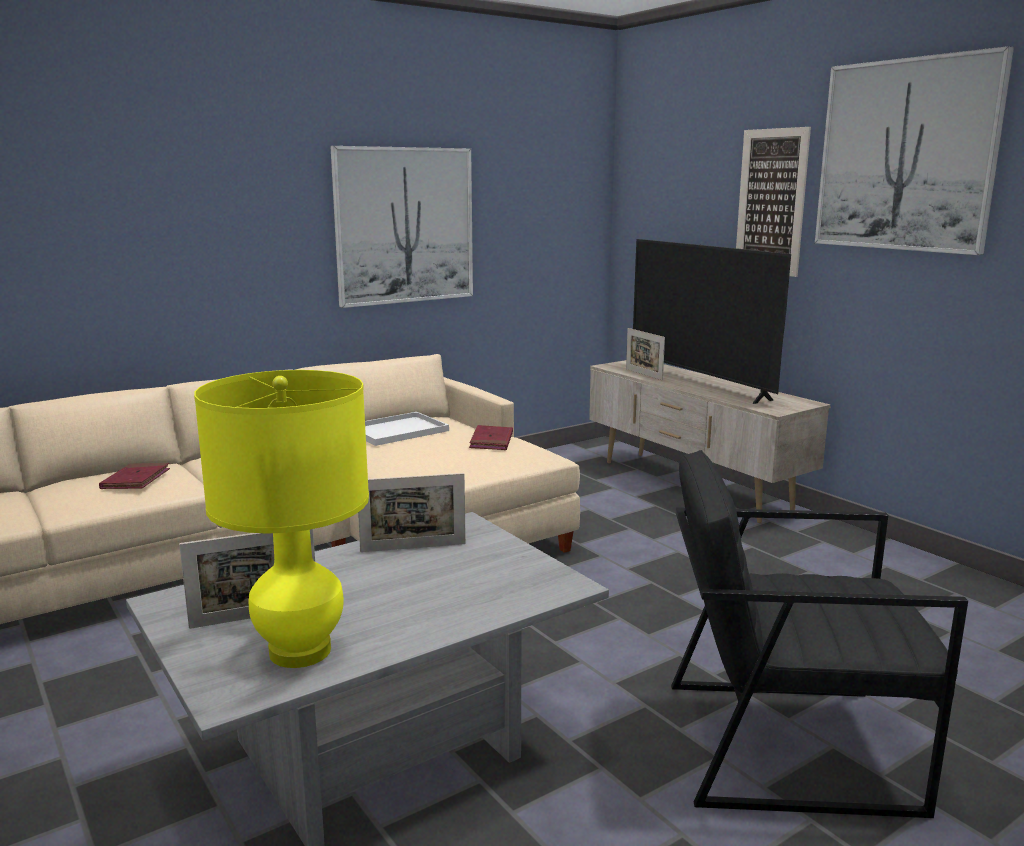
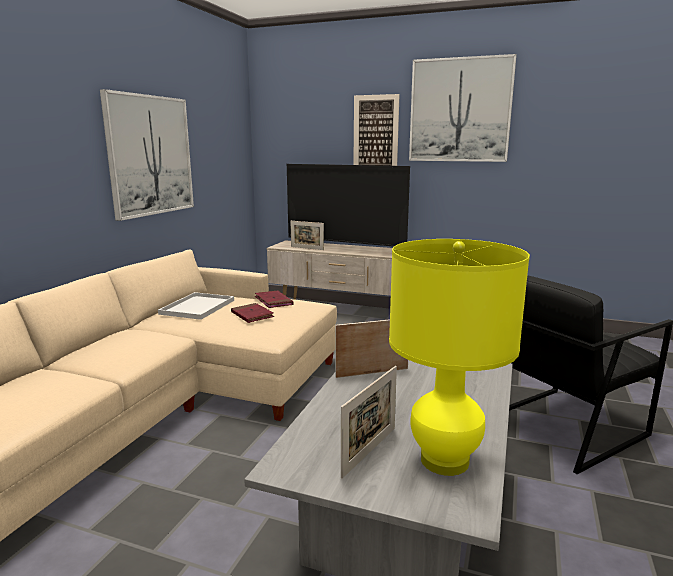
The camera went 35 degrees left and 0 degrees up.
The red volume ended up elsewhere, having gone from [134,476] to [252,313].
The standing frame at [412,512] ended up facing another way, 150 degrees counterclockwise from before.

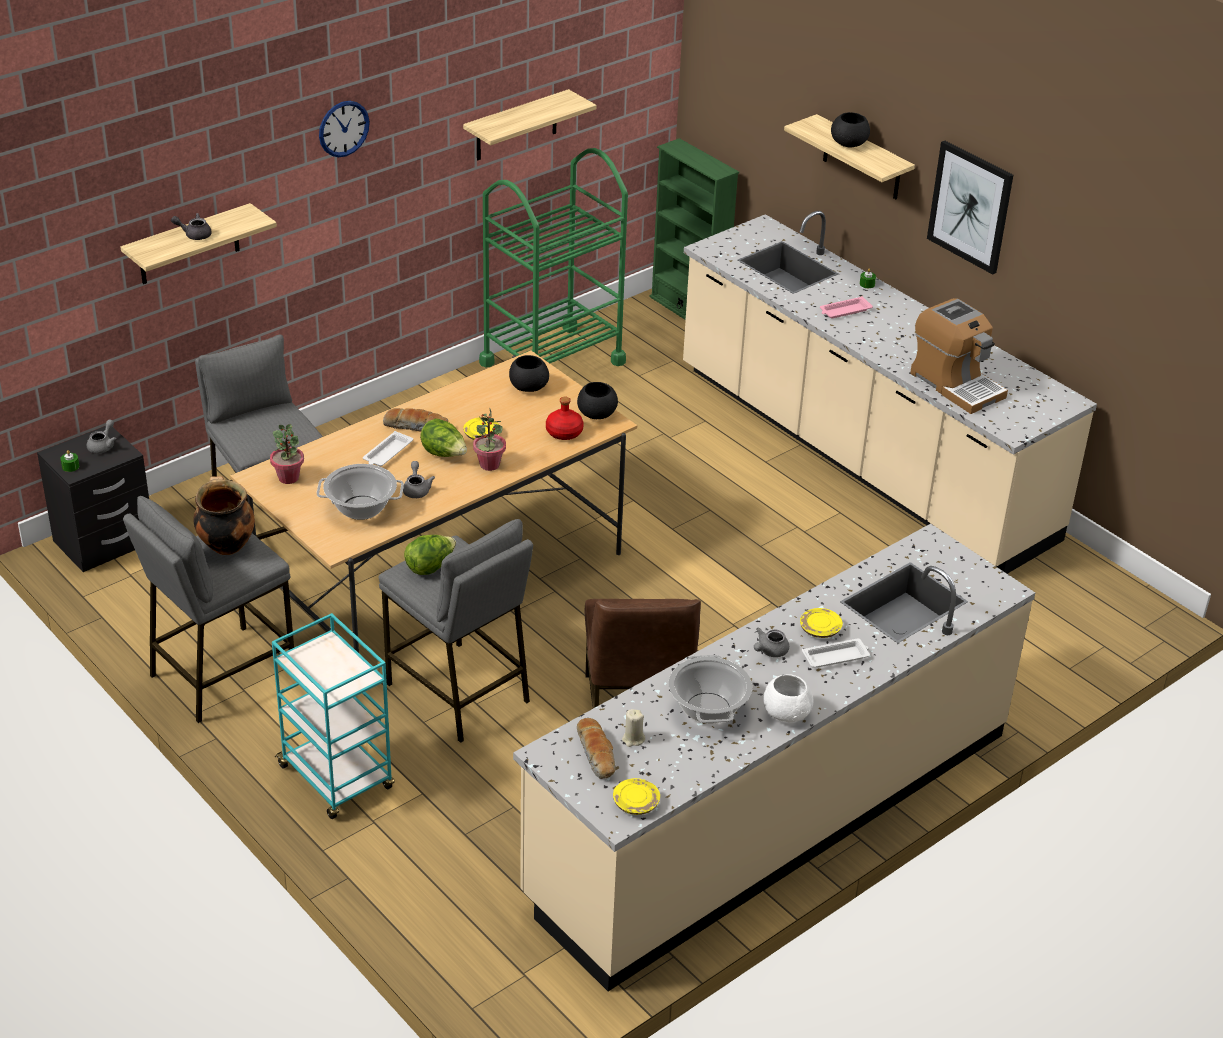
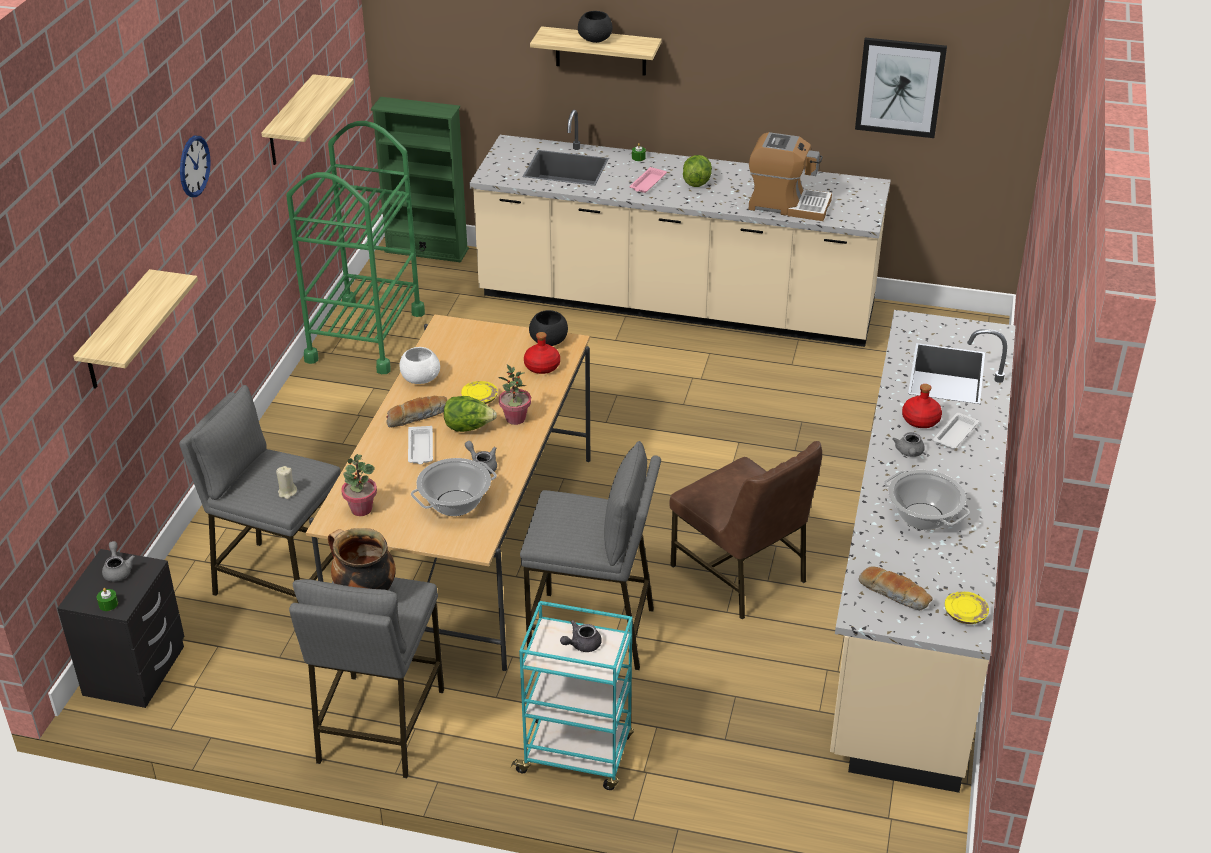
The camera went 35 degrees left and 0 degrees up.
The greyish pot for tea ended up elsewhere, having gone from [191,226] to [581,636].
The lettuce ended up elsewhere, having gone from [430,555] to [697,171].
The second view lost the blackish bowl at [529,373].
The beige candle ended up elsewhere, having gone from [633,728] to [286,482].
The white bowl ended up elsewhere, having gone from [788,698] to [419,365].
Where the yellow plate stood at [821,623], the red drink bottle came to stand at [922,406].
The wall art ended up elsewhere, having gone from [970,208] to [901,88].

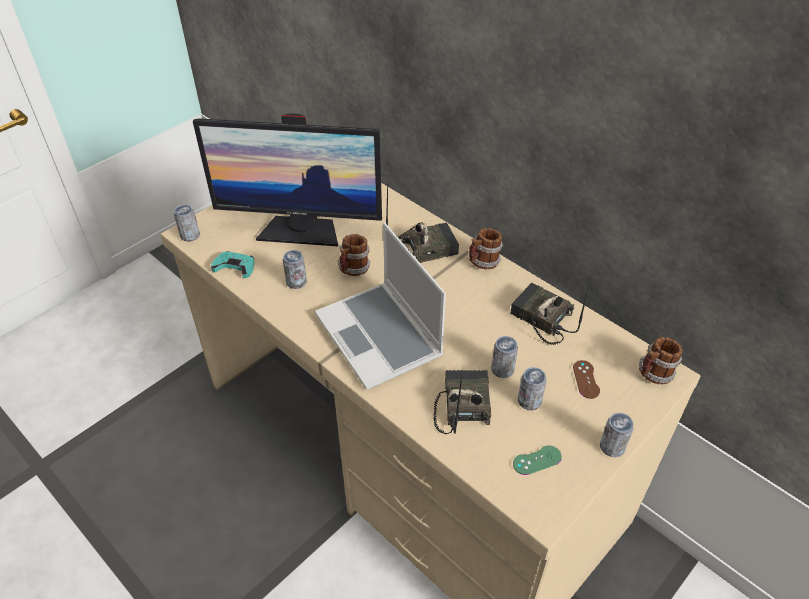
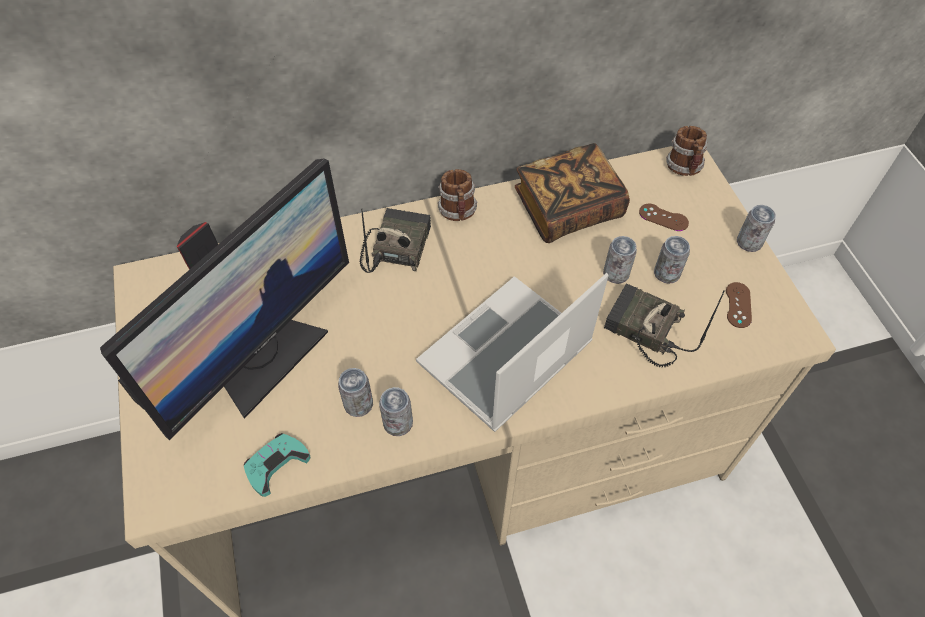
The camera went 60 degrees left and 10 degrees up.
The can ended up elsewhere, having gone from [187,223] to [396,411].
The notebook computer at [380,306] ended up facing another way, 135 degrees clockwise from before.
The second view lost the tea mug at [354,255].
Where the radio stood at [550,310], the volume came to stand at [572,193].
What was the green joypad at [537,460] turned into the brownish joypad at [739,305].

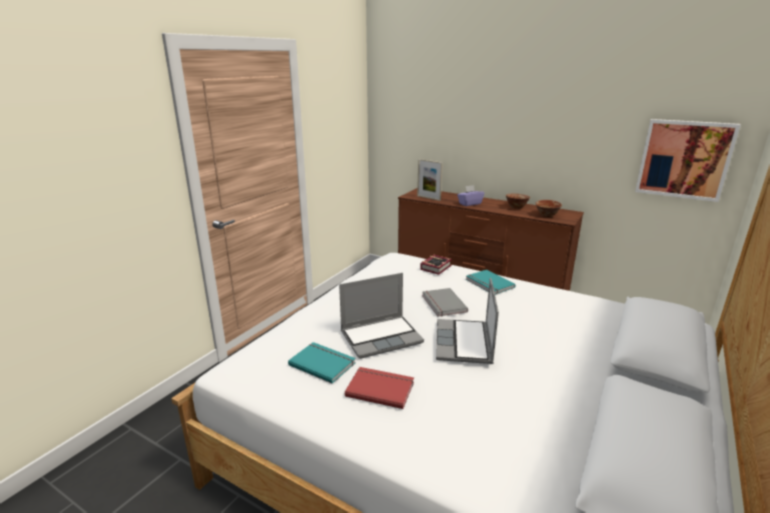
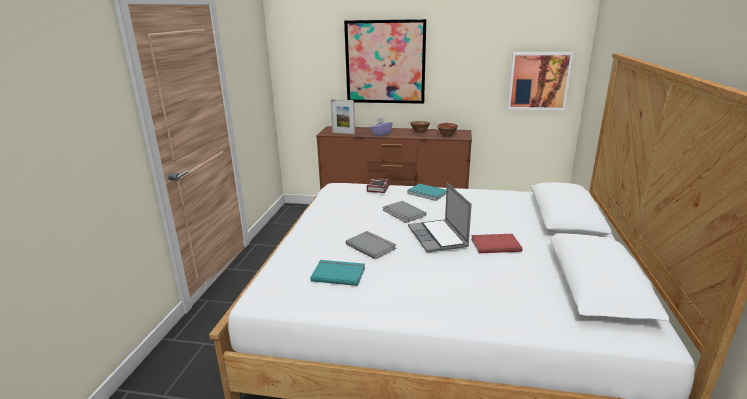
The camera went 20 degrees left and 0 degrees up.
Where the notebook computer stood at [381,316], the greyish volume came to stand at [371,245].
The red volume ended up elsewhere, having gone from [379,388] to [496,243].
The second view gained the wall art at [385,61].

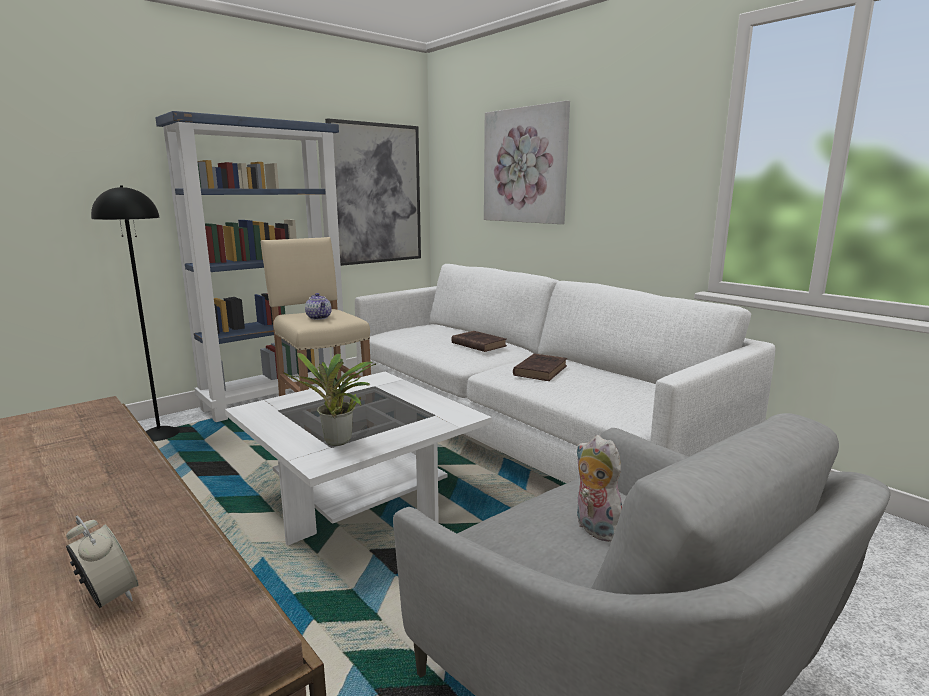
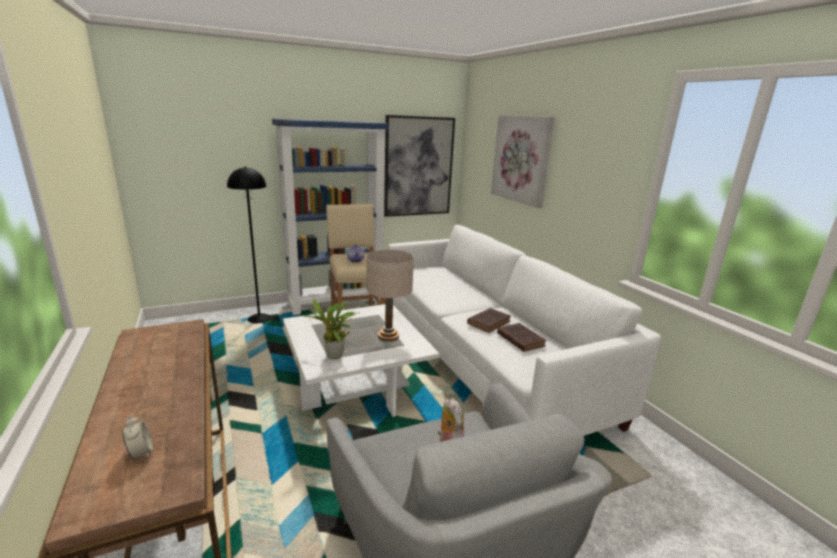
The camera went 15 degrees right and 5 degrees up.
The brownish volume ended up elsewhere, having gone from [479,341] to [522,337].
The second view gained the beige tabletop lamp at [390,296].

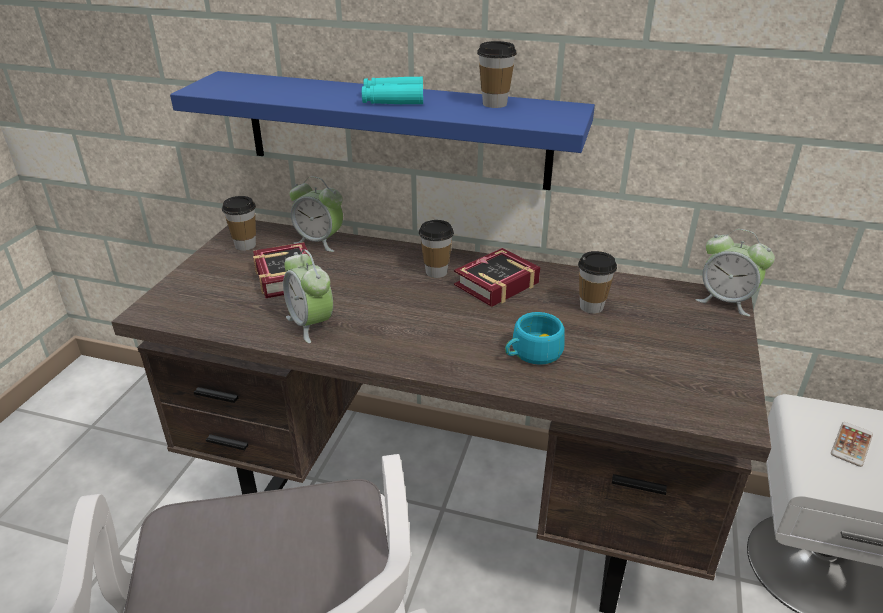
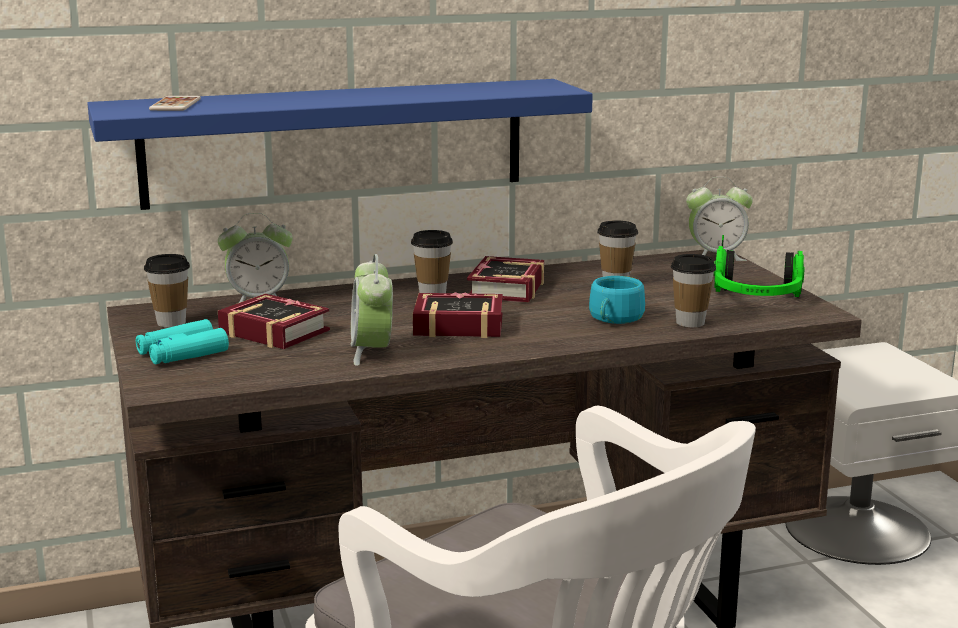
The camera went 35 degrees left and 15 degrees down.
The alarm clock at [308,296] ended up facing another way, 60 degrees clockwise from before.
The blue-green field glasses ended up elsewhere, having gone from [392,90] to [182,341].
The cup ended up elsewhere, having gone from [497,74] to [693,290].
The phone ended up elsewhere, having gone from [852,444] to [175,103].
The second view gained the volume at [458,315].
The second view gained the pair of headphones at [759,266].

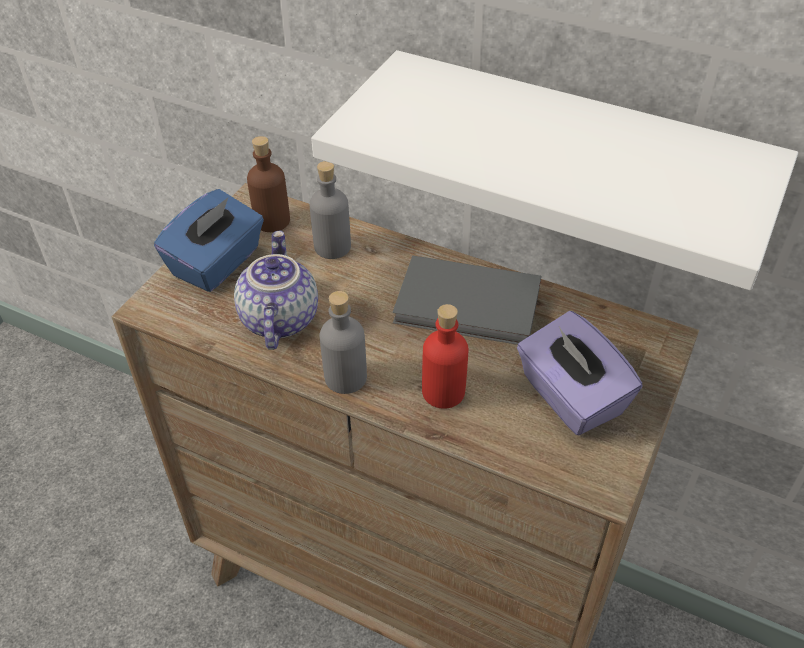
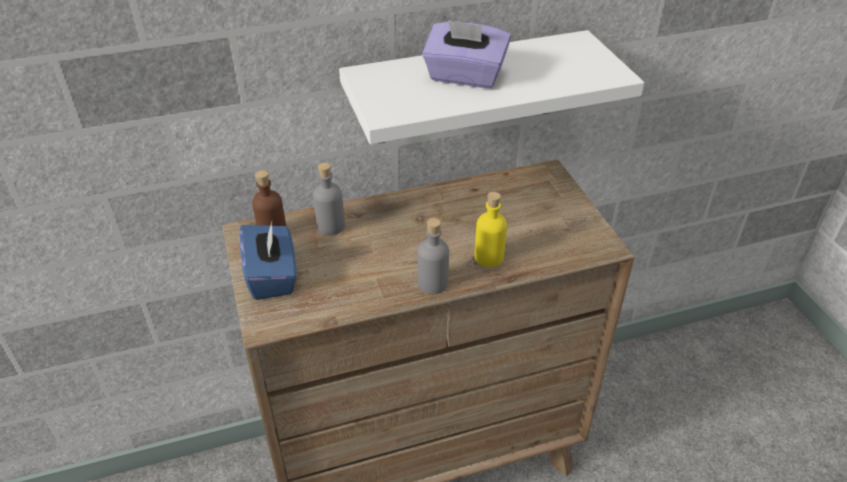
The camera went 45 degrees left and 5 degrees down.
The second view lost the pot for tea at [276,290].
The second view lost the greyish volume at [466,300].
What was the red drink bottle at [445,356] turned into the yellow drink bottle at [491,229].
The purple-coloured tissue holder ended up elsewhere, having gone from [580,373] to [466,54].

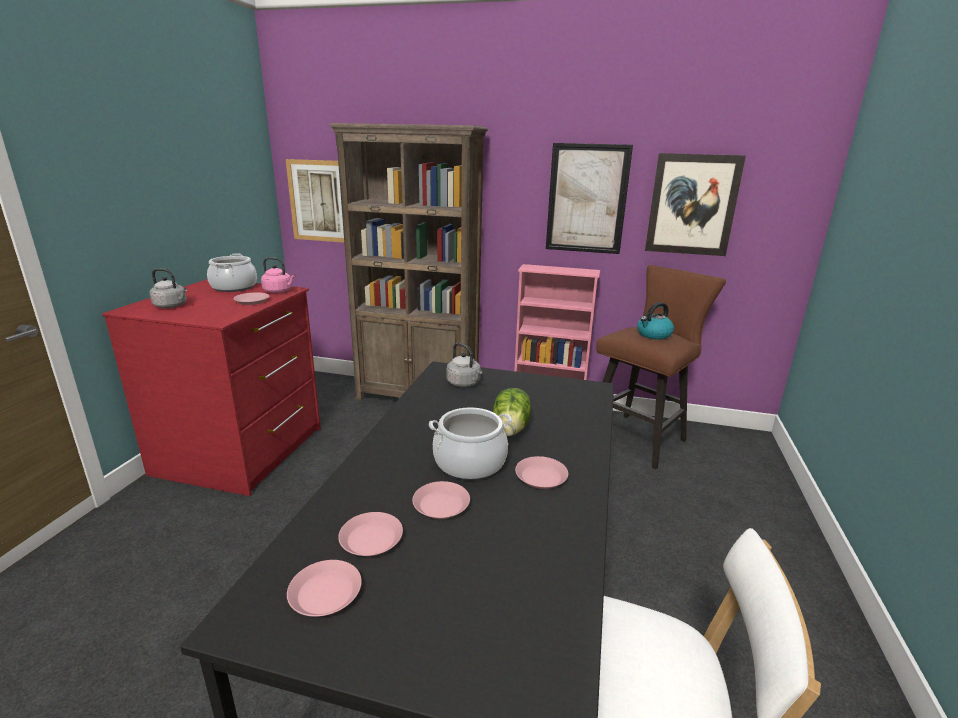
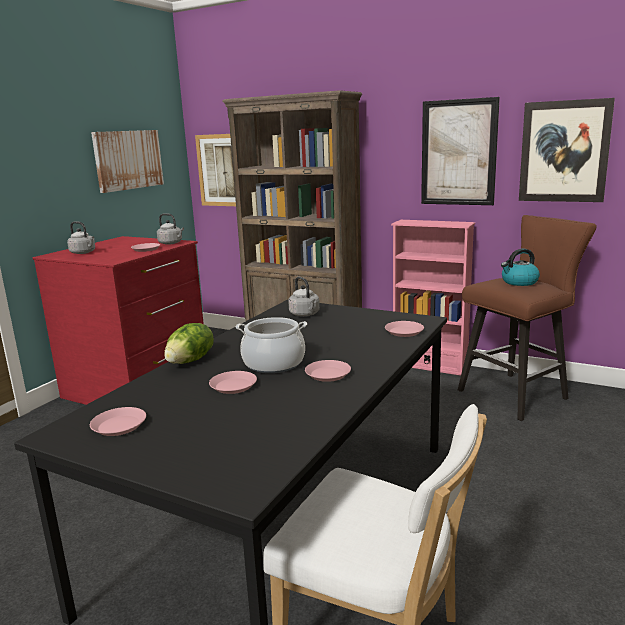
The camera went 15 degrees right and 5 degrees down.
The second view lost the saucepot at [232,273].
What was the pink tea kettle at [278,275] turned into the greyish tea kettle at [170,229].
The pink plate ended up elsewhere, having gone from [370,534] to [404,329].
The lettuce ended up elsewhere, having gone from [512,412] to [189,343].
The second view gained the wall art at [127,161].

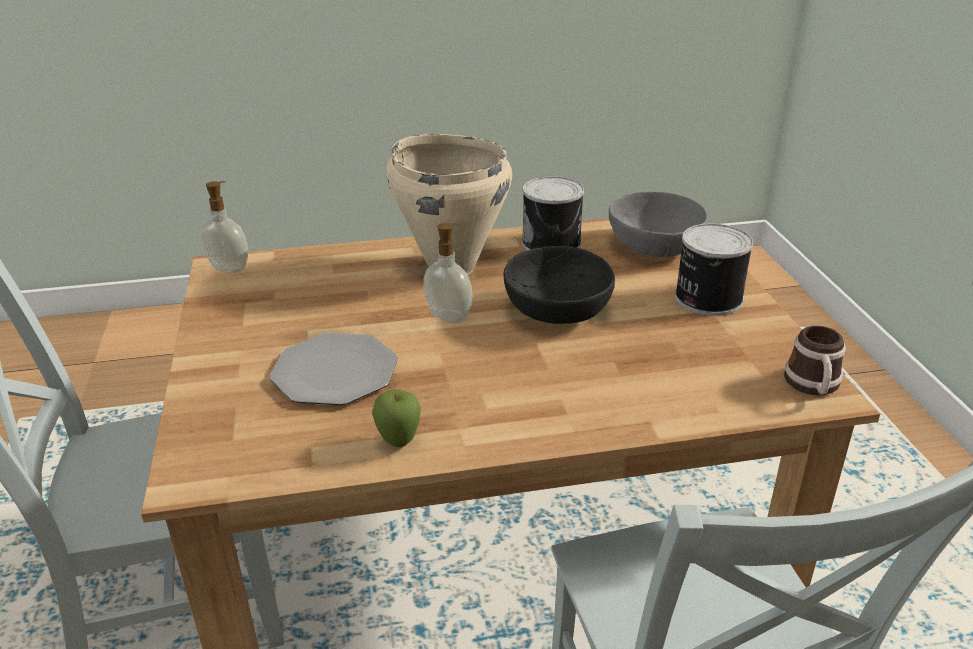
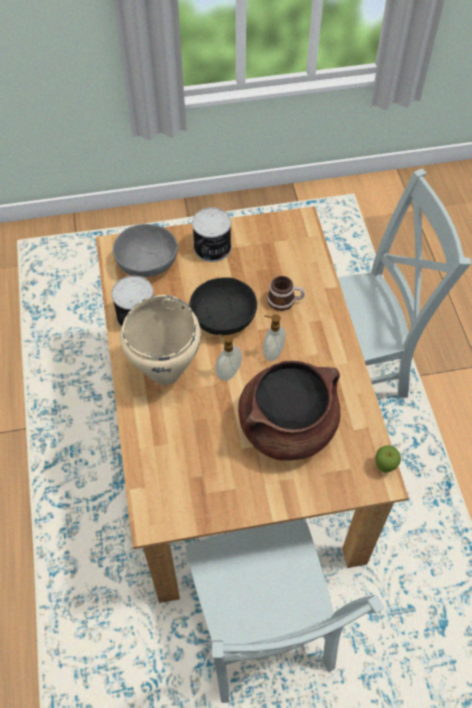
The camera went 90 degrees left and 25 degrees up.
The soap bottle ended up elsewhere, having gone from [224,227] to [274,337].
Where the plate stood at [334,369], the brownish saucepot came to stand at [289,411].
The whole apple ended up elsewhere, having gone from [396,418] to [388,459].
The tea mug ended up elsewhere, having gone from [815,361] to [286,293].

